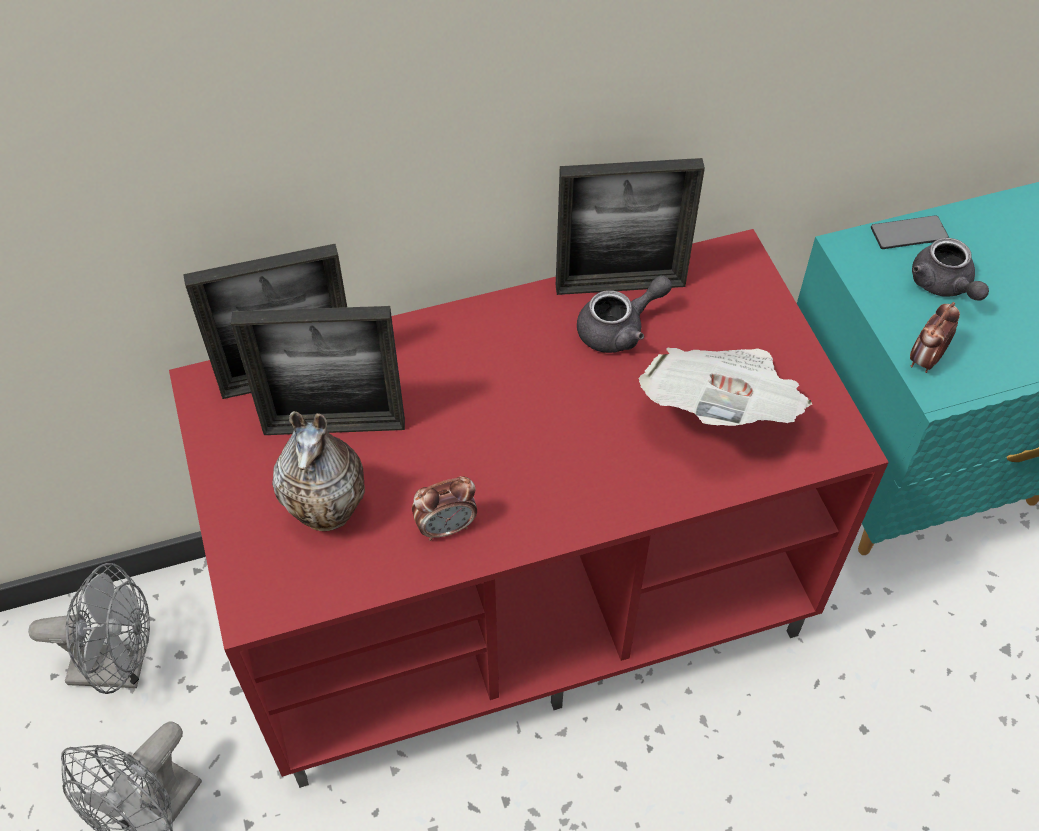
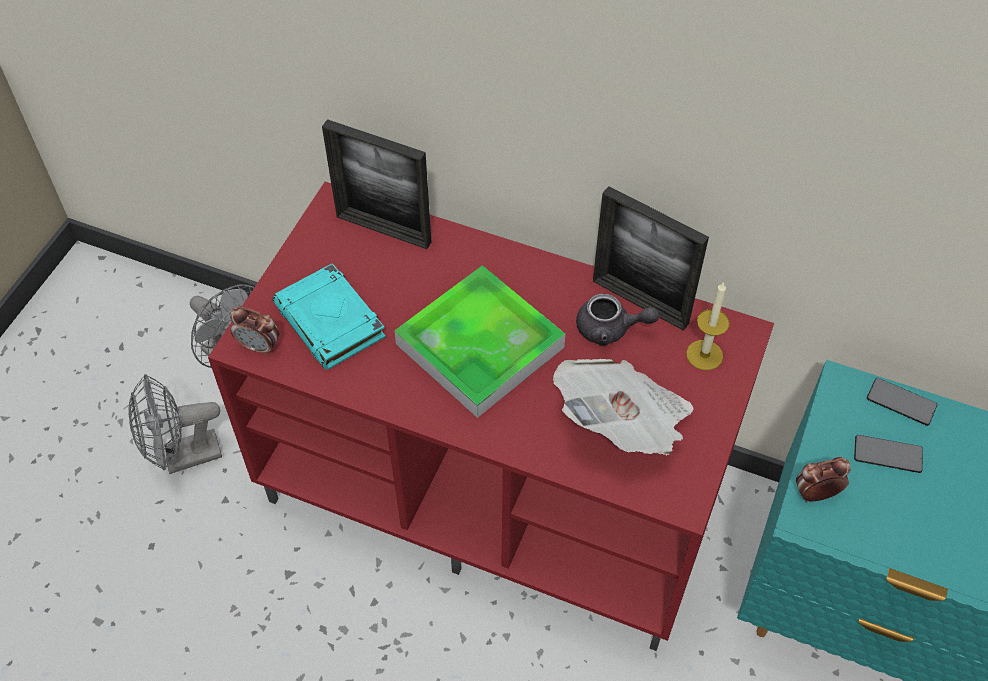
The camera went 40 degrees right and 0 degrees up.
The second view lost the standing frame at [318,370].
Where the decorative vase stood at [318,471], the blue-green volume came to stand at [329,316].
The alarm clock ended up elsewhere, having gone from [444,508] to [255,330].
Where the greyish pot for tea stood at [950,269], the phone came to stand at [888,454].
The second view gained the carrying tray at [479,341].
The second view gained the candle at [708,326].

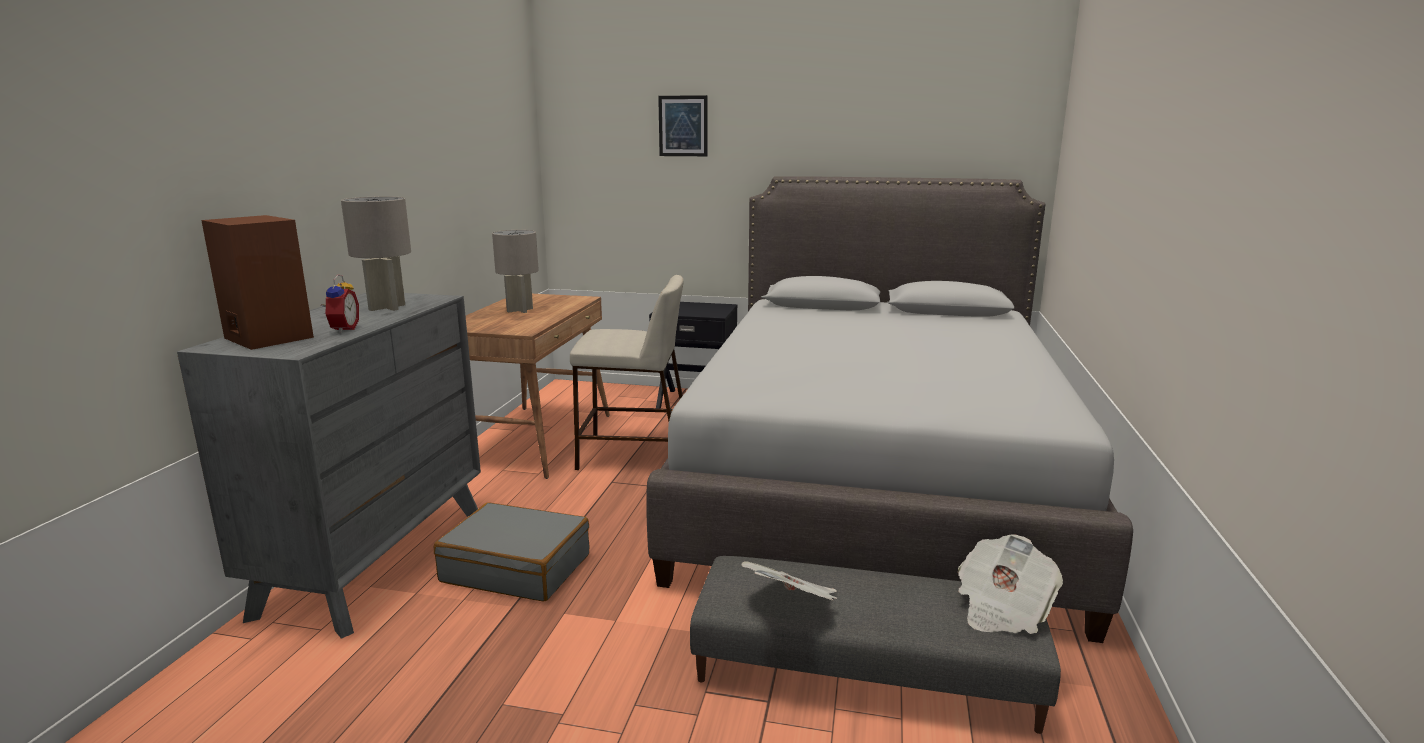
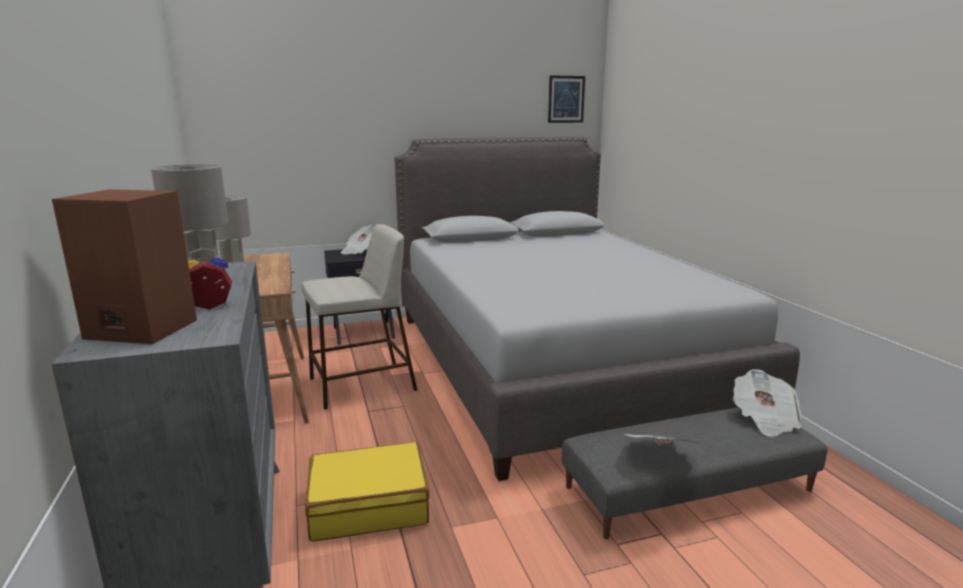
The camera went 30 degrees left and 0 degrees up.
The alarm clock at [340,303] ended up facing another way, 75 degrees counterclockwise from before.
What was the greyish travel case at [511,551] turned into the yellow travel case at [367,492].
The wall art ended up elsewhere, having gone from [683,125] to [566,99].
The second view gained the newspaper at [359,239].

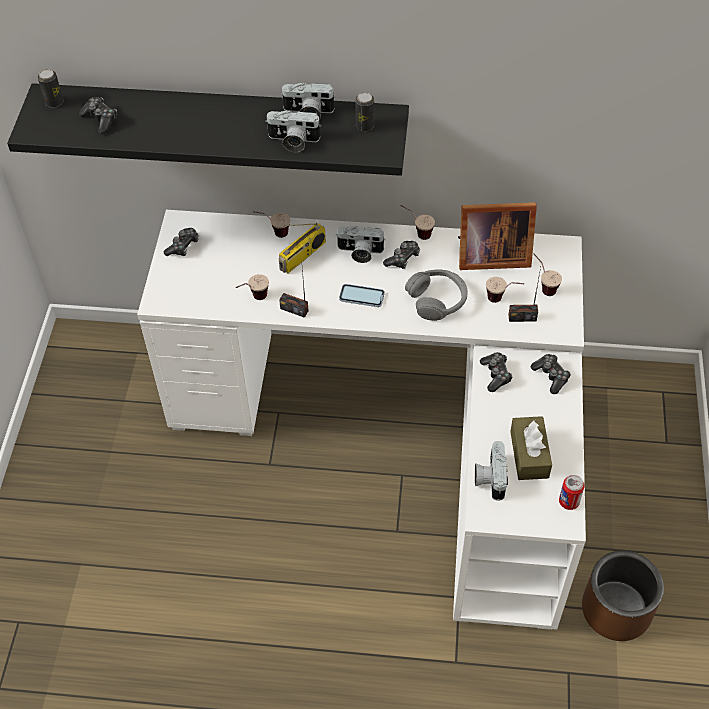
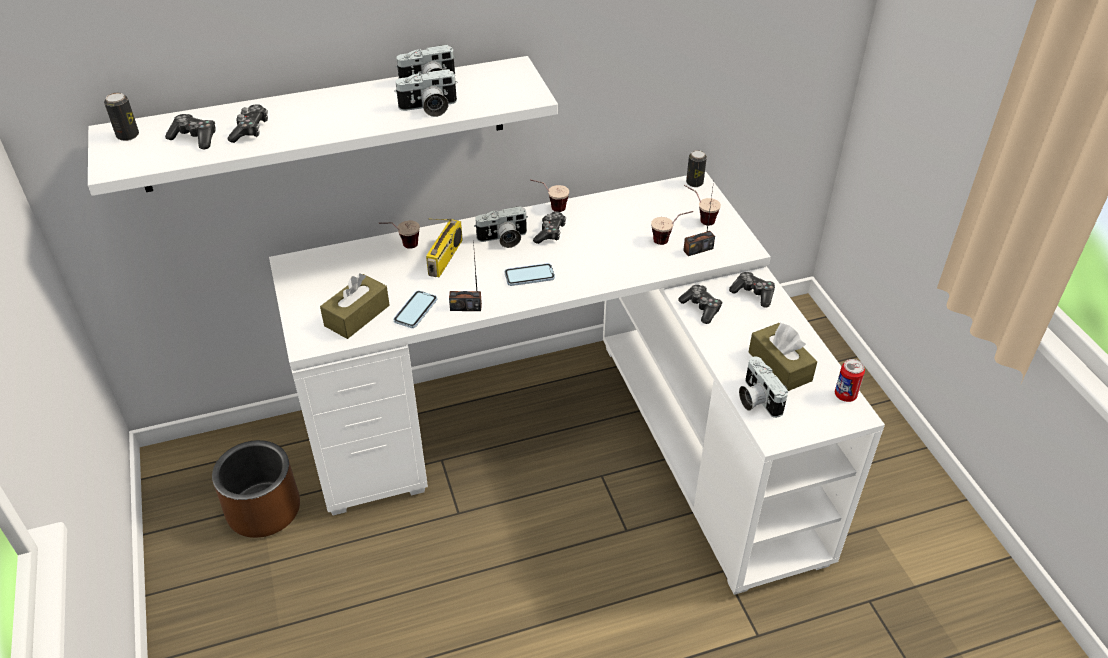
The camera went 25 degrees left and 10 degrees down.
What was the blackish wall shelf at [208,129] turned into the white wall shelf at [323,126].
The joypad ended up elsewhere, having gone from [181,242] to [248,123].
Where the cup stood at [252,287], the phone came to stand at [415,309].
The can ended up elsewhere, having gone from [364,111] to [696,168].
The second view lost the greyish pair of headphones at [436,295].
The second view lost the standing frame at [497,236].
The brownish planter ended up elsewhere, having gone from [623,596] to [256,489].
The second view gained the brownish tissue holder at [355,306].

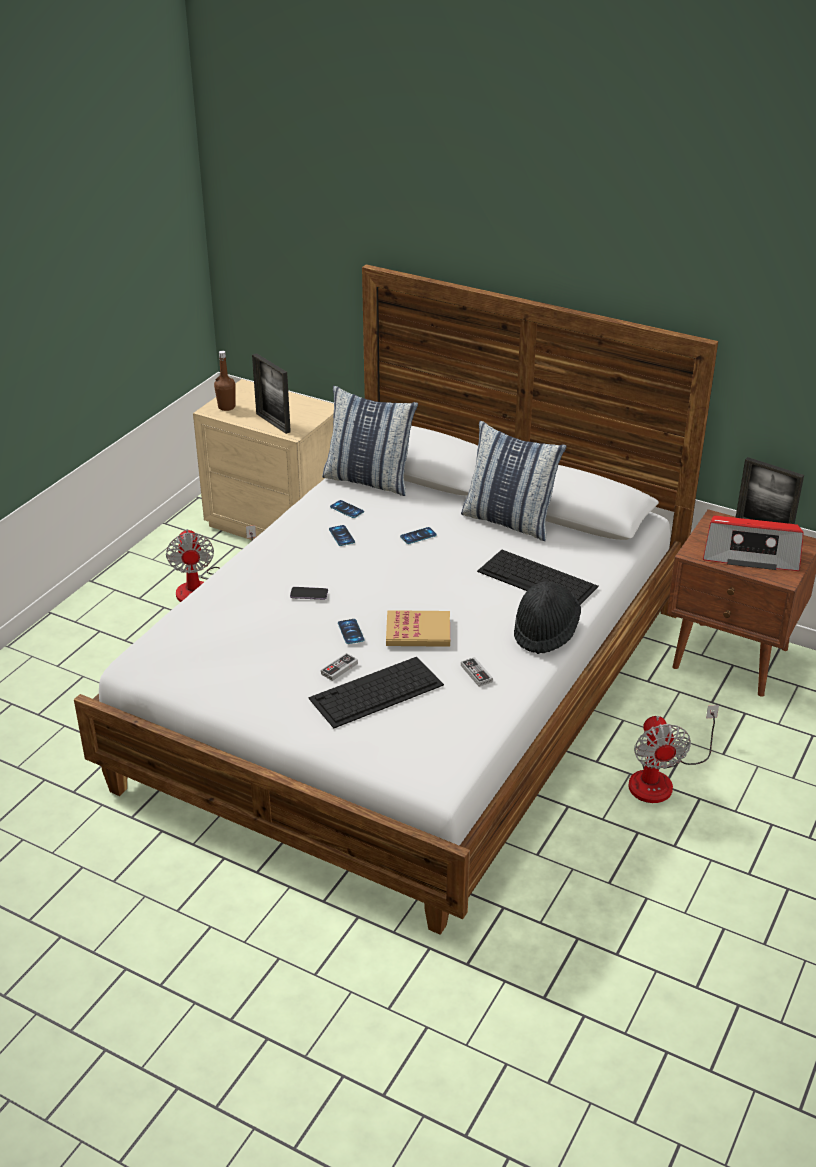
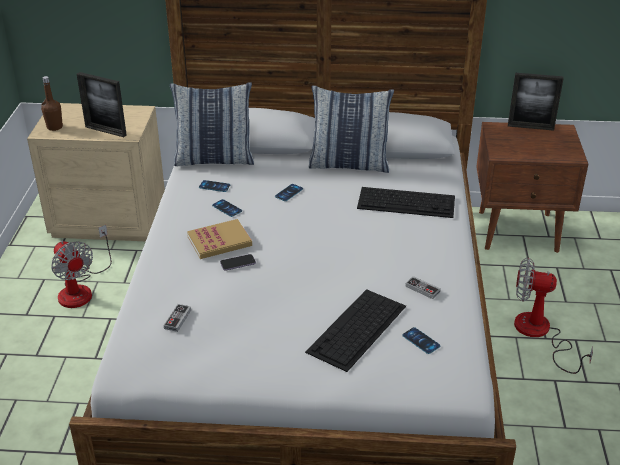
The camera went 25 degrees left and 0 degrees up.
The joypad ended up elsewhere, having gone from [339,667] to [177,318].
The phone ended up elsewhere, having gone from [351,631] to [421,340].
The volume ended up elsewhere, having gone from [418,628] to [219,239].
The second view lost the blackish clothing hat at [547,617].
The fan at [673,754] ended up facing another way, 135 degrees clockwise from before.
The second view lost the radio at [753,543].

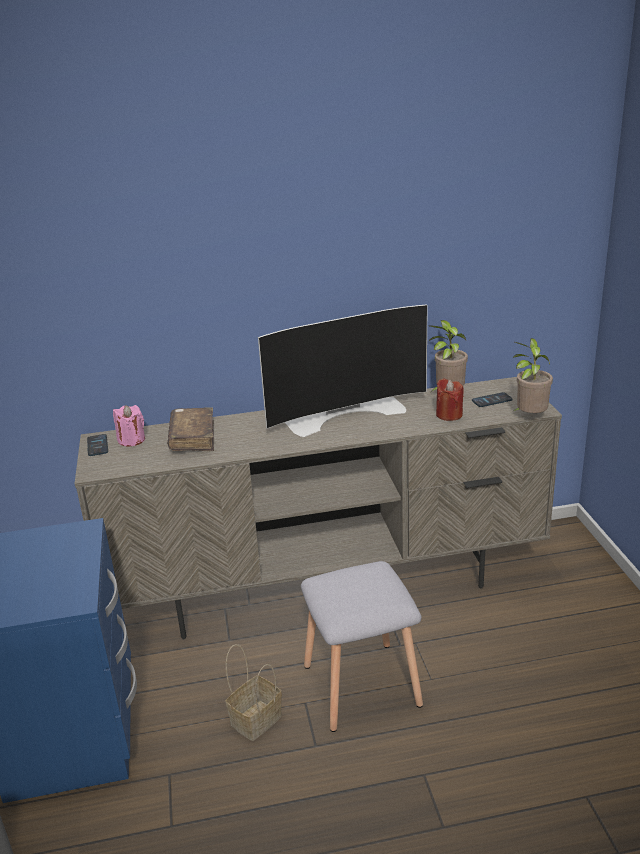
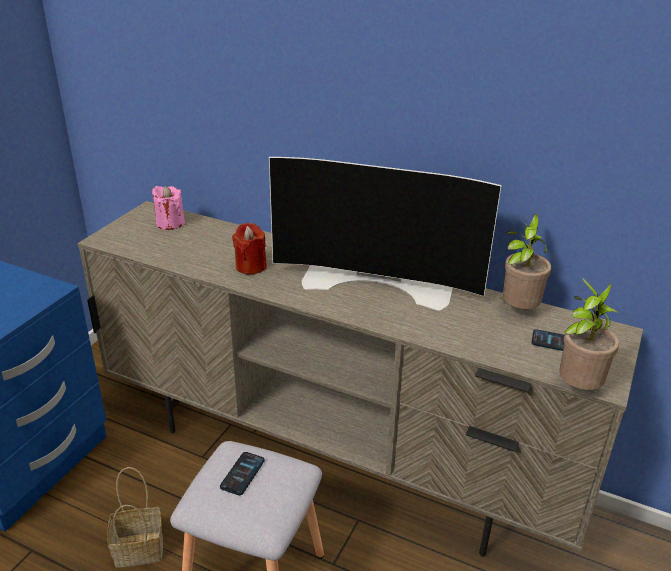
The camera went 35 degrees right and 5 degrees up.
The phone ended up elsewhere, having gone from [97,445] to [242,473].
The second view lost the brownish volume at [190,429].
The red candle ended up elsewhere, having gone from [450,399] to [249,249].

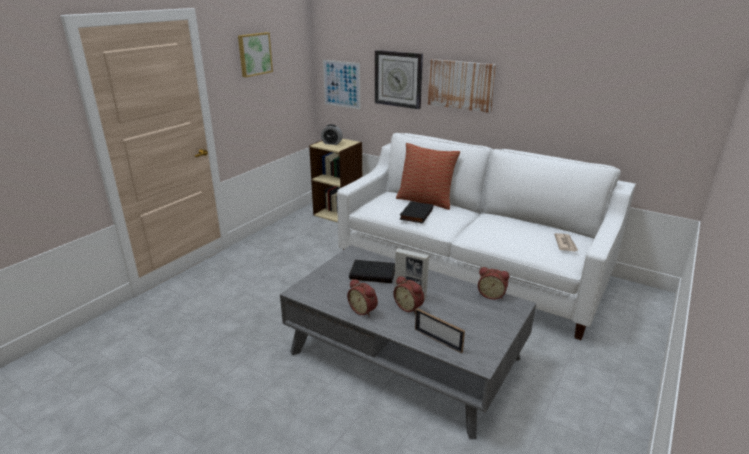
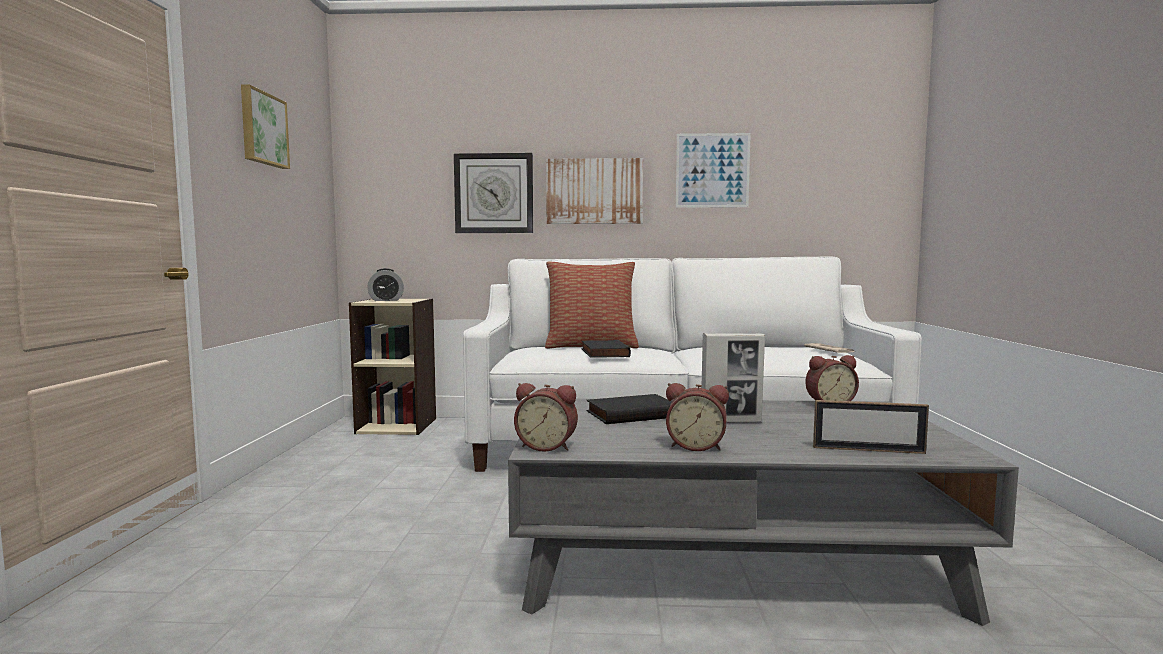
The camera went 30 degrees left and 20 degrees down.
The wall art ended up elsewhere, having gone from [341,84] to [713,170].
The alarm clock ended up elsewhere, having gone from [409,295] to [546,417].

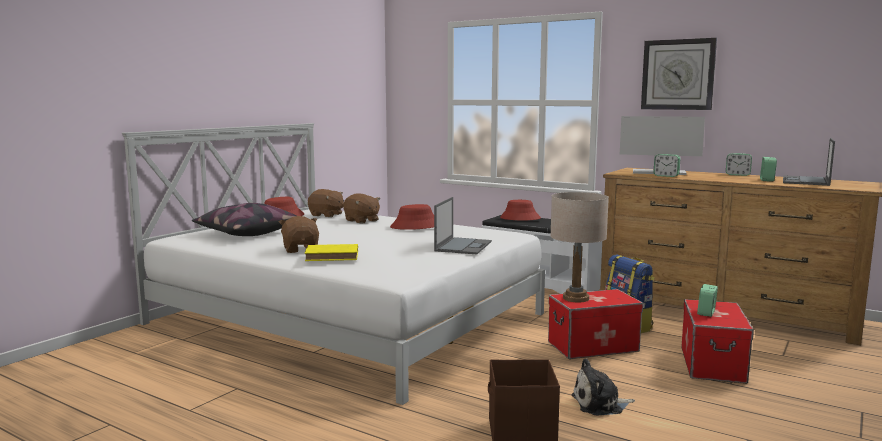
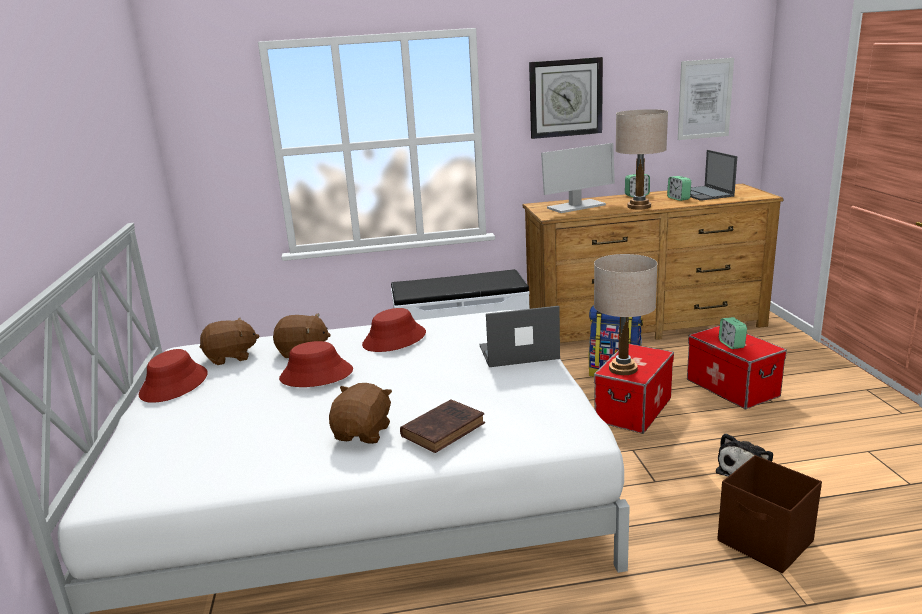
The camera went 40 degrees left and 10 degrees up.
The second view lost the throw pillow at [244,219].
The brownish plush toy at [299,234] ended up facing another way, 75 degrees clockwise from before.
What was the yellow volume at [331,252] turned into the brownish volume at [442,426].
The notebook computer at [463,225] ended up facing another way, 75 degrees counterclockwise from before.
The red clothing hat ended up elsewhere, having gone from [520,210] to [316,364].
The second view lost the alarm clock at [667,165].
The second view gained the beige tabletop lamp at [641,159].
The second view gained the wall art at [706,99].

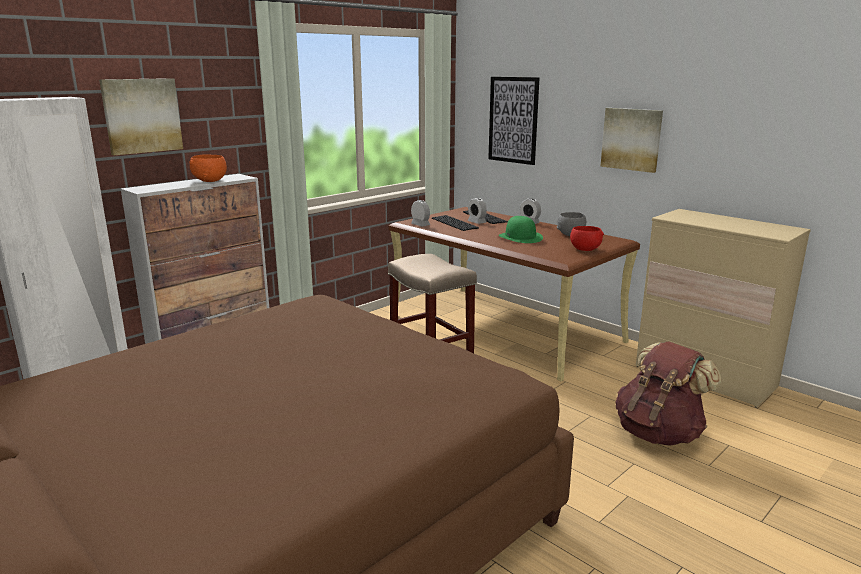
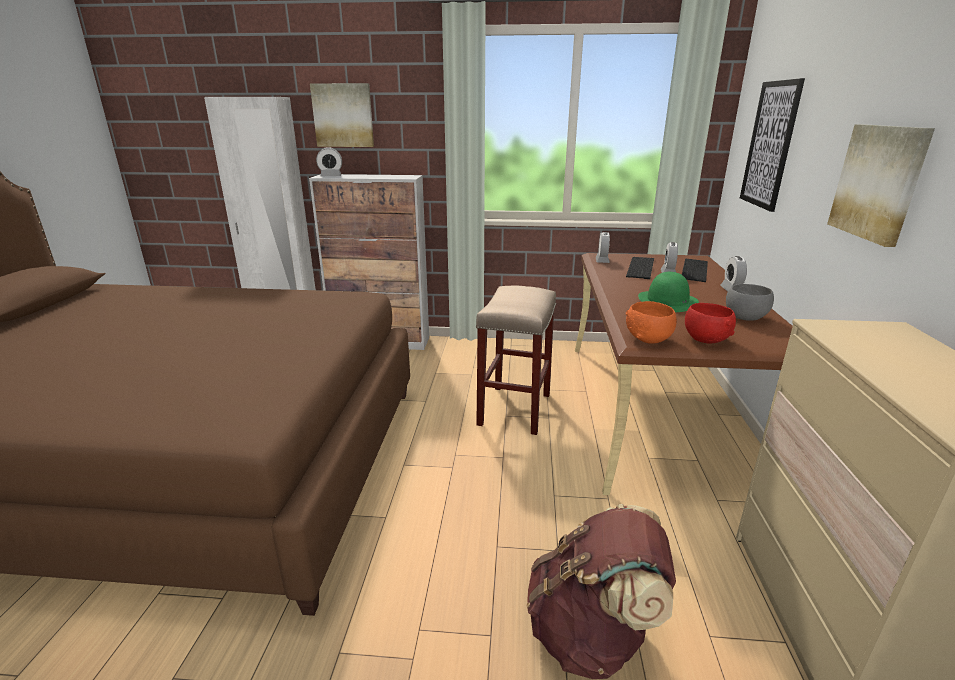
The camera went 50 degrees right and 5 degrees up.
The orange bowl ended up elsewhere, having gone from [208,168] to [651,322].
The second view gained the alarm clock at [329,161].

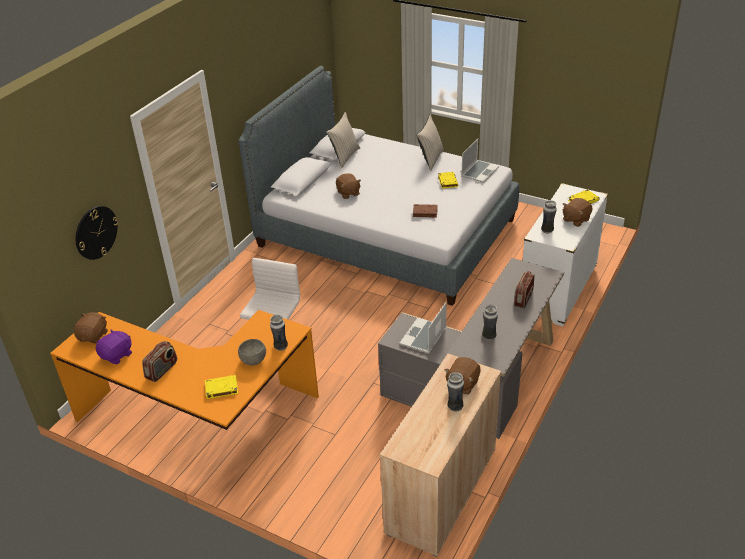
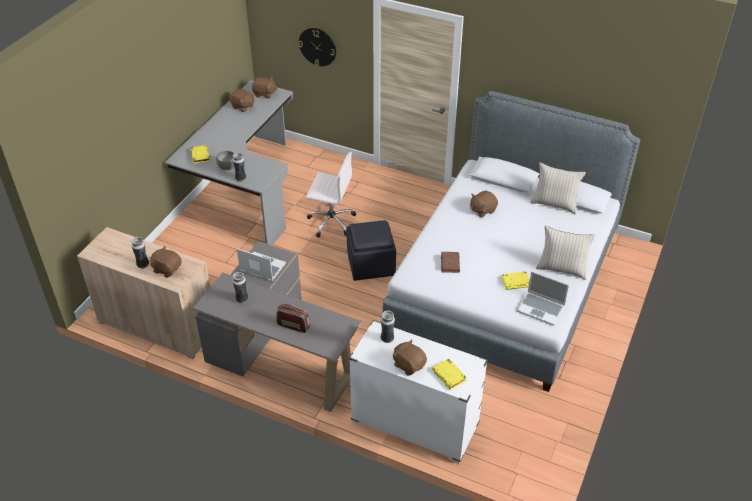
The camera went 85 degrees right and 5 degrees up.
What was the orange desk table at [184,370] turned into the greyish desk table at [228,163].
What was the purple-coloured plush toy at [114,346] turned into the brownish plush toy at [242,100].
The second view lost the radio at [159,361].
The second view gained the blackish pouffe at [371,250].

